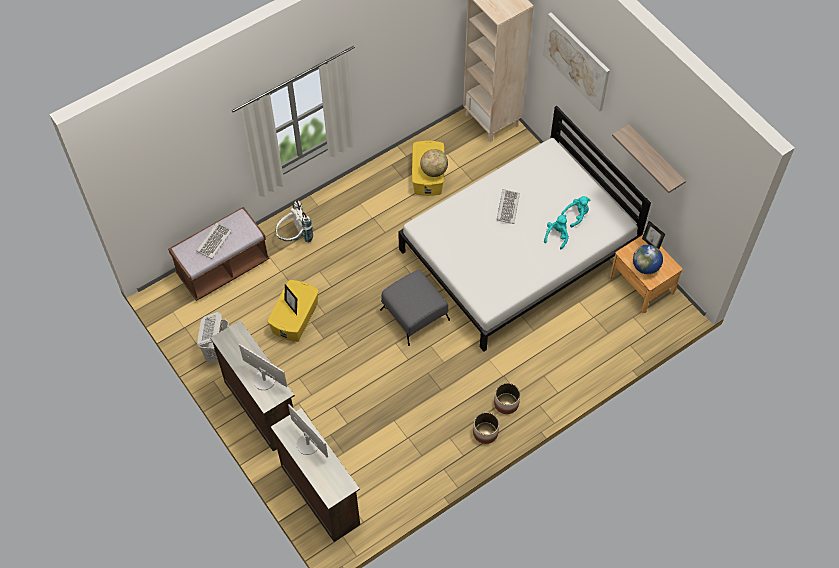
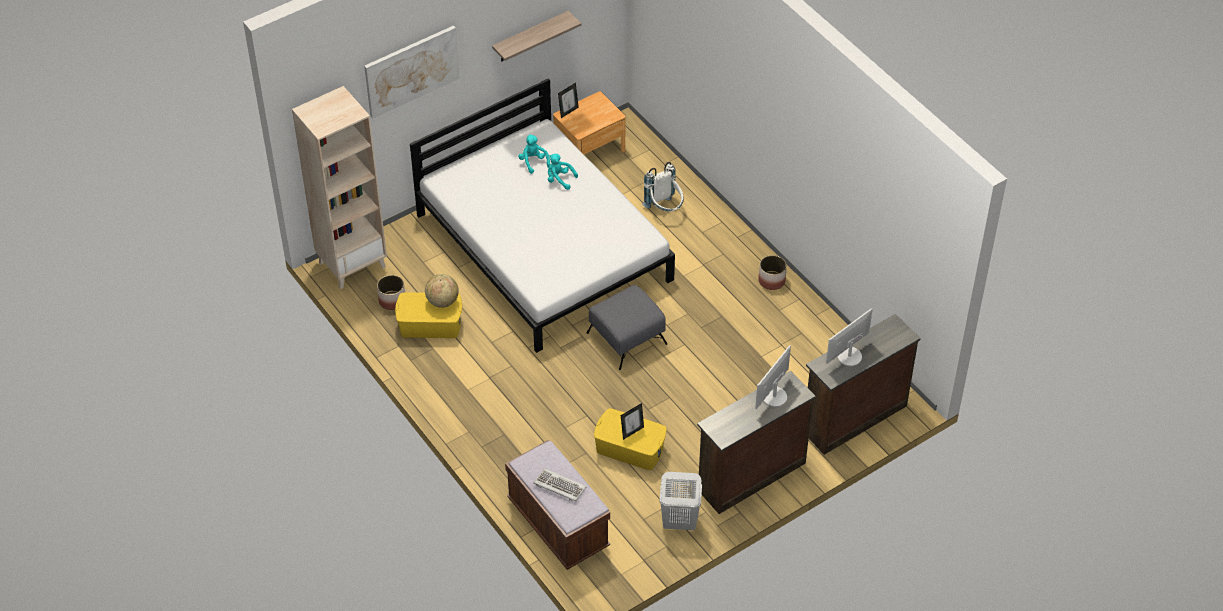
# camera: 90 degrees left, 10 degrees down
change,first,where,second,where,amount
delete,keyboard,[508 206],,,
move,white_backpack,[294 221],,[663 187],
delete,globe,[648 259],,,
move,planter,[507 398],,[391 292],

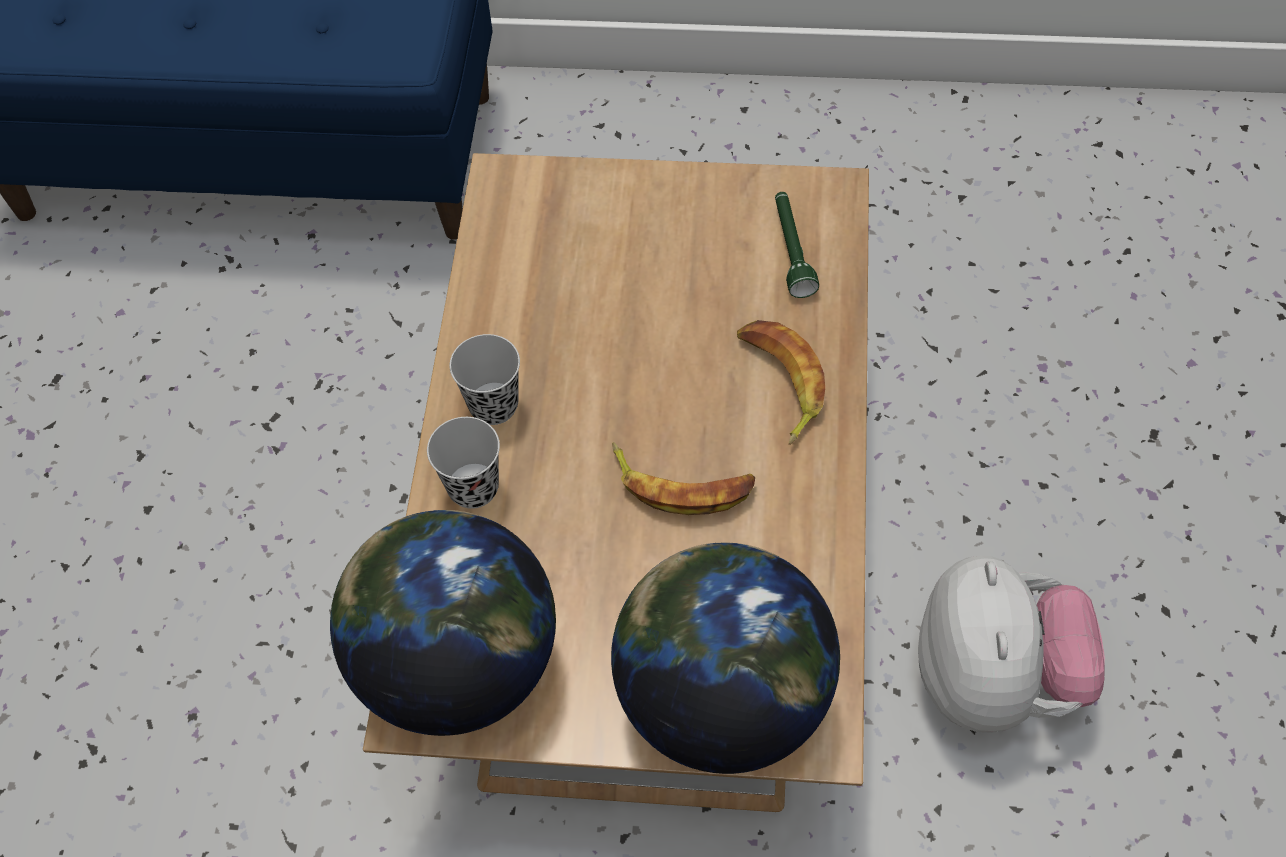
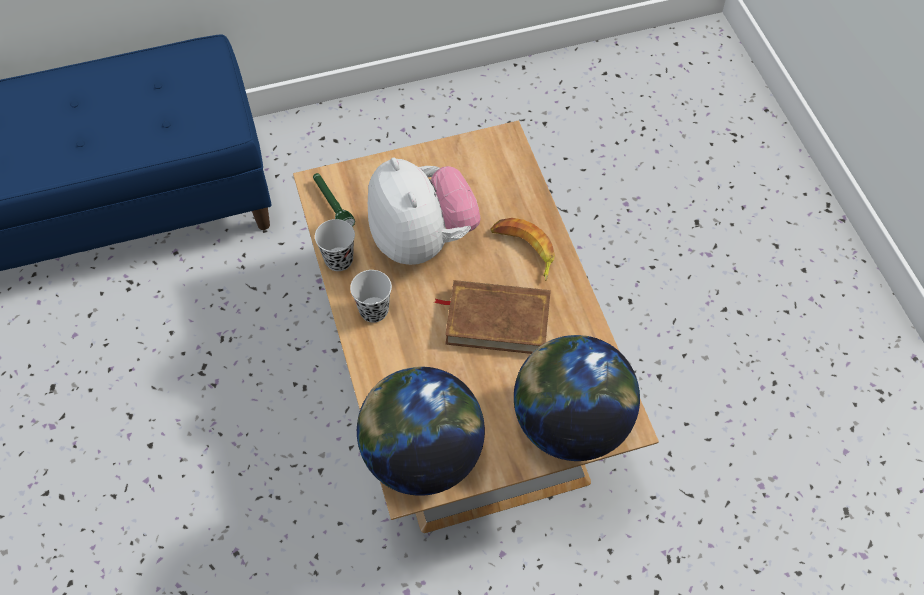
# camera: 25 degrees left, 0 degrees up
change,first,where,second,where,amount
move,green_flashlight,[797 245],,[334 200],
move,black_cup,[463 463],,[335 245],
replace,banana,[683 478],brown_book,[492 317],
move,plush_toy,[1011 644],,[424 211],

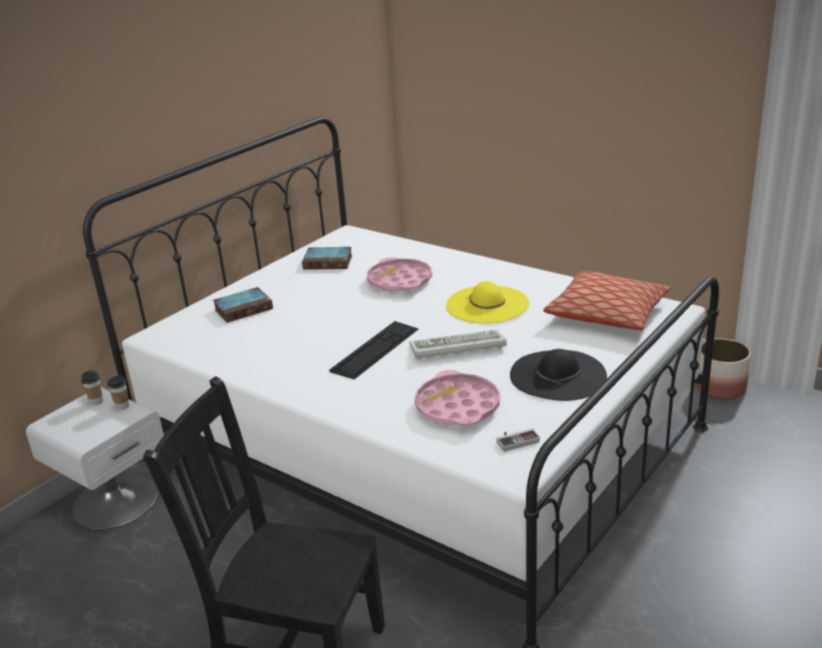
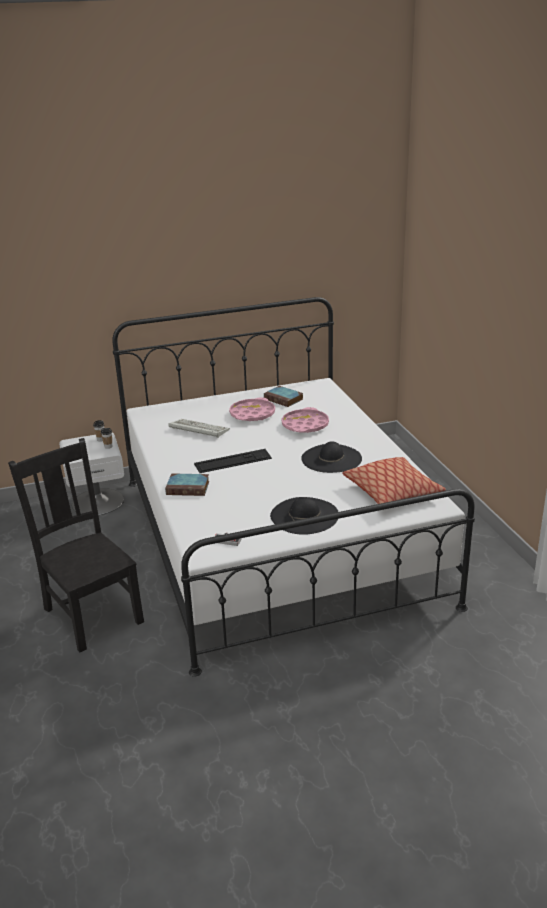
# camera: 35 degrees right, 0 degrees up
change,first,where,second,where,amount
recolor,yellow_hat,[487 302],black_hat,[331 457],
move,book,[243 305],,[187 484],
move,keyboard,[458 344],,[199 428],
delete,planter,[723 369],,,
move,pink_tray,[457 398],,[252 409],

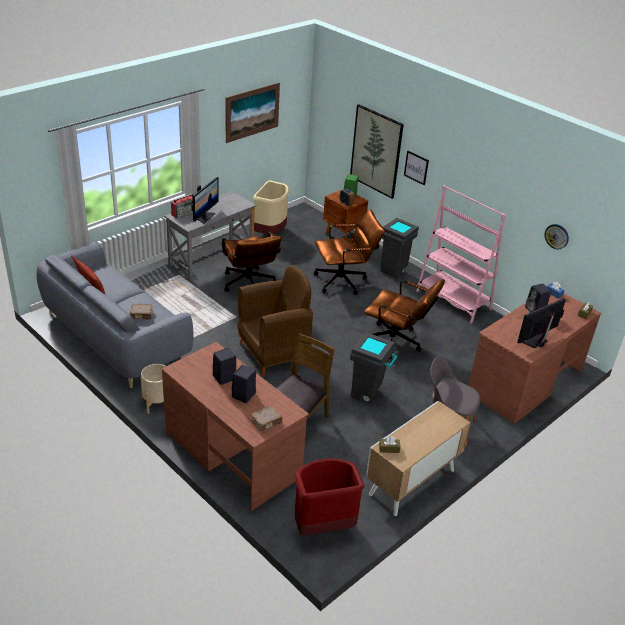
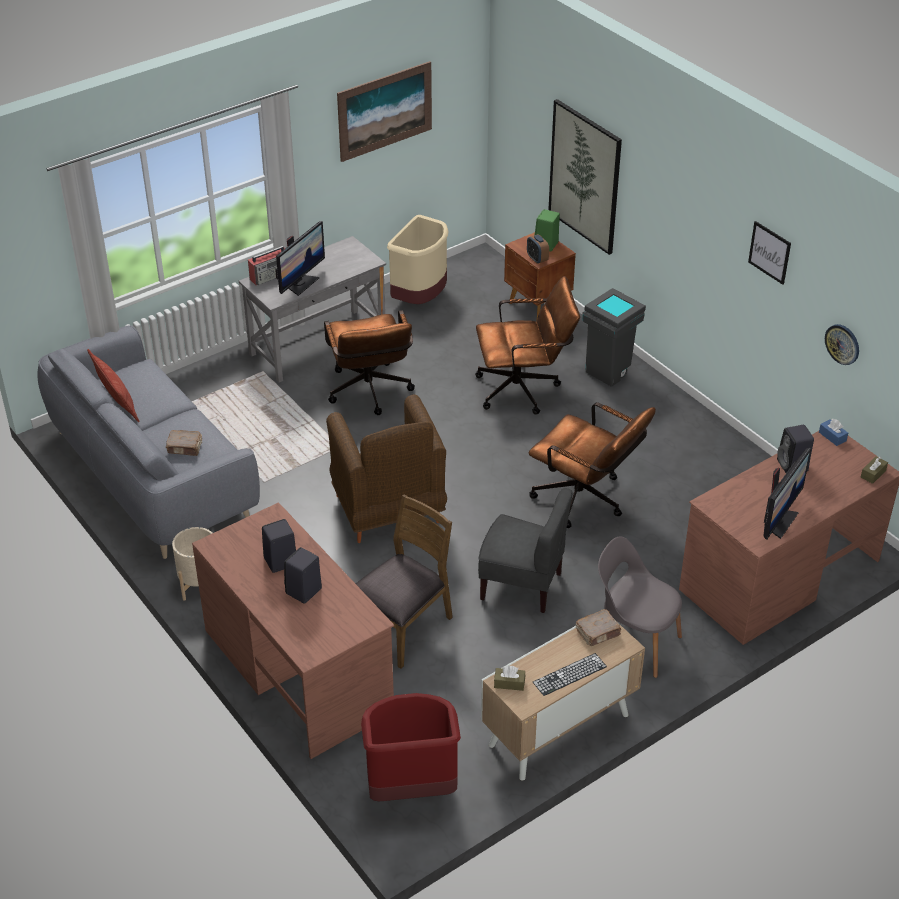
# camera: 10 degrees right, 5 degrees up
change,first,where,second,where,amount
move,picture,[416 168],,[769 253],
delete,pink_bookcase,[461 254],,,
rotate,brown_armchair,[275 320],,[386 468],90 degrees clockwise
rotate,monitor,[541 323],,[787 494],150 degrees clockwise
replace,grey_trash_can,[374 367],grey_chair,[525 550],
move,brown_book,[267 418],,[599 627],
insert,,,keyboard,[570 674],

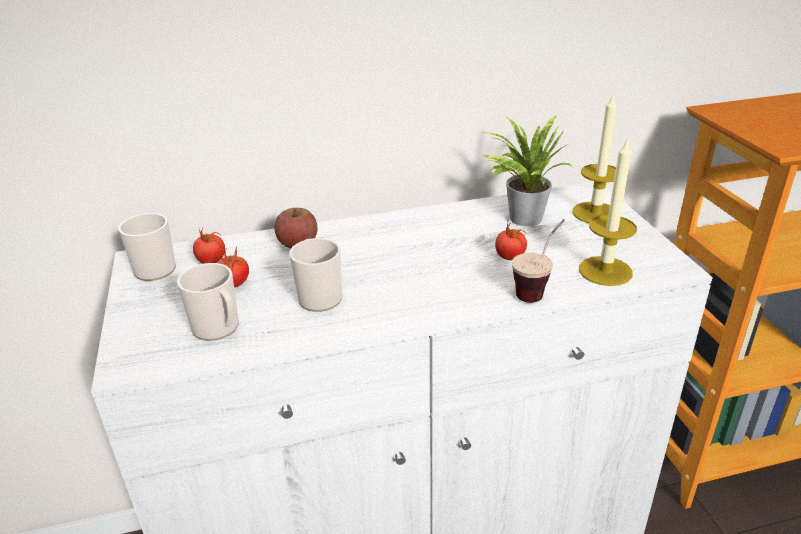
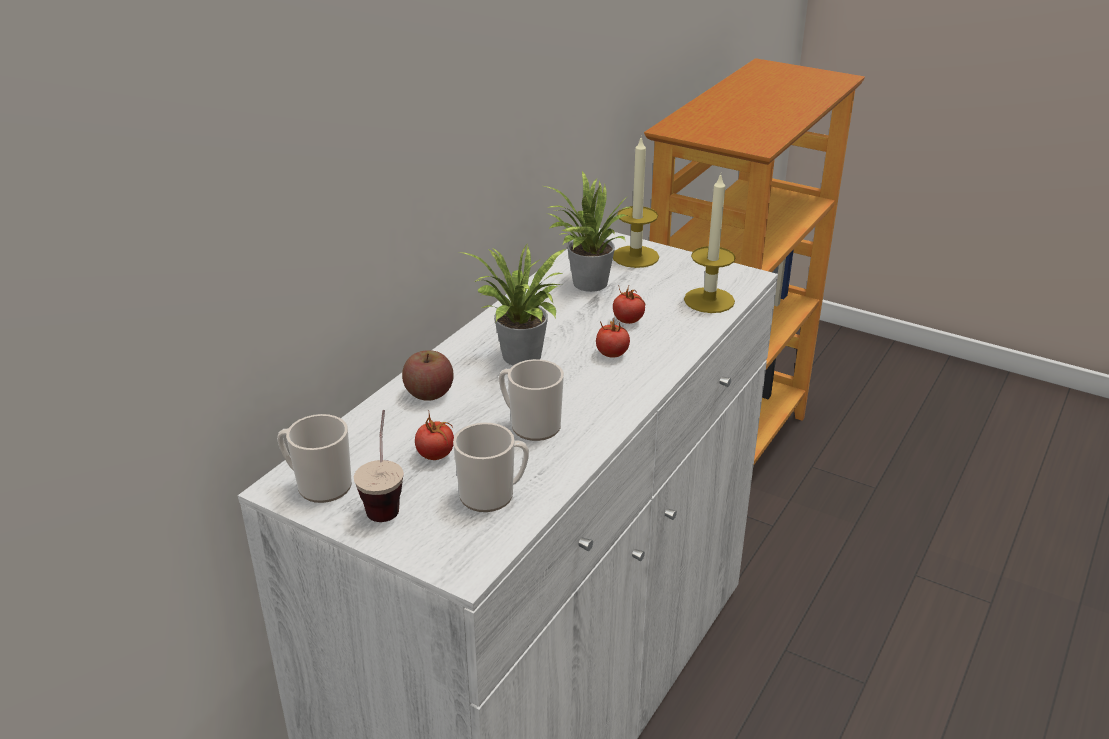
# camera: 45 degrees left, 0 degrees up
change,first,where,second,where,amount
move,cup,[538 261],,[379 466],
move,tomato,[209 245],,[613 338],
insert,,,potted_plant,[512 305],

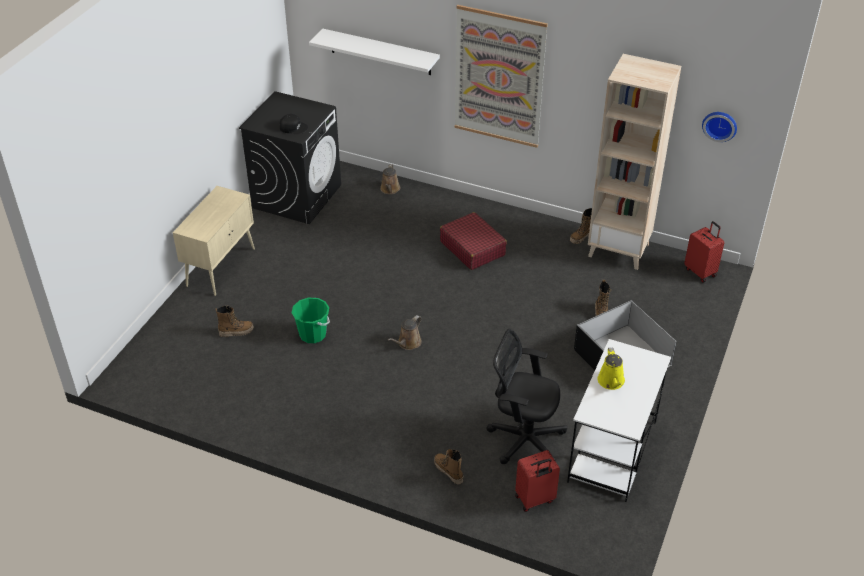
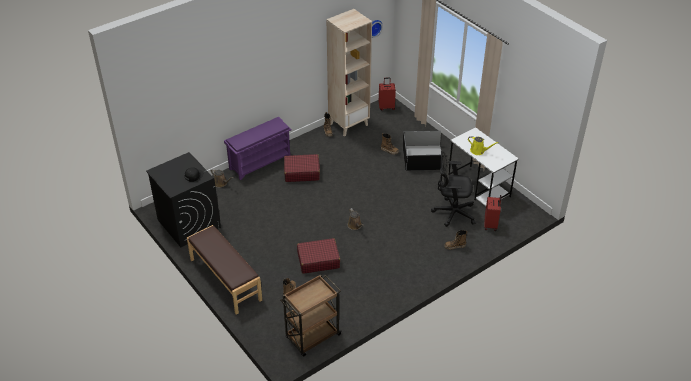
# camera: 60 degrees left, 0 degrees up
change,first,where,second,where,amount
delete,picture,[501 76],,,
delete,white_shelf,[374 52],,,
replace,beige_cabinet,[214 241],brown_bench,[224 270],
replace,green_bucket,[311 320],red_suitcase,[318 256],
rotate,black_office_chair,[527 396],,[453 189],45 degrees clockwise
insert,,,purple_shoe_rack,[258 148],
insert,,,brown_cart,[311 315],

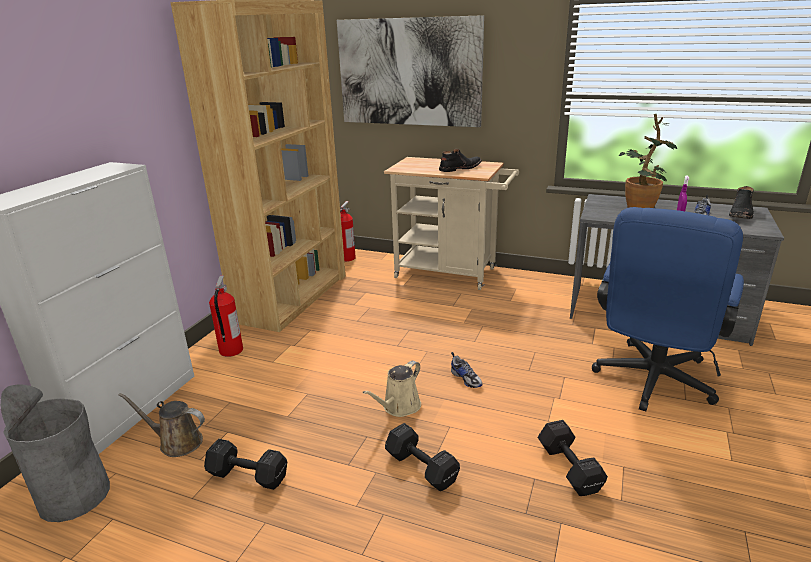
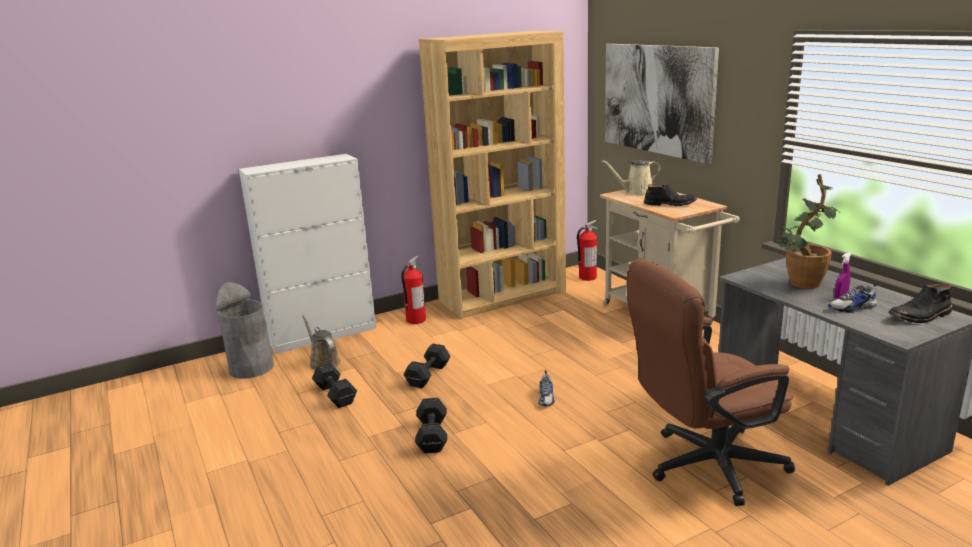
# camera: 40 degrees right, 5 degrees down
change,first,where,second,where,amount
recolor,blue_office_chair,[668 309],brown_office_chair,[711 382],
move,beige_watering_can,[391 389],,[631 177],
move,black_dumbbell,[573 458],,[427 366],

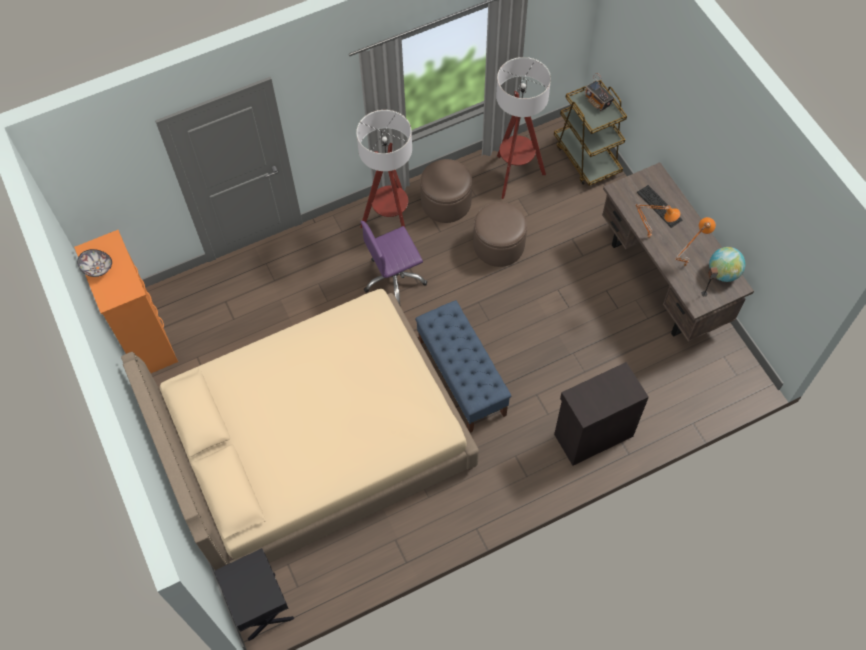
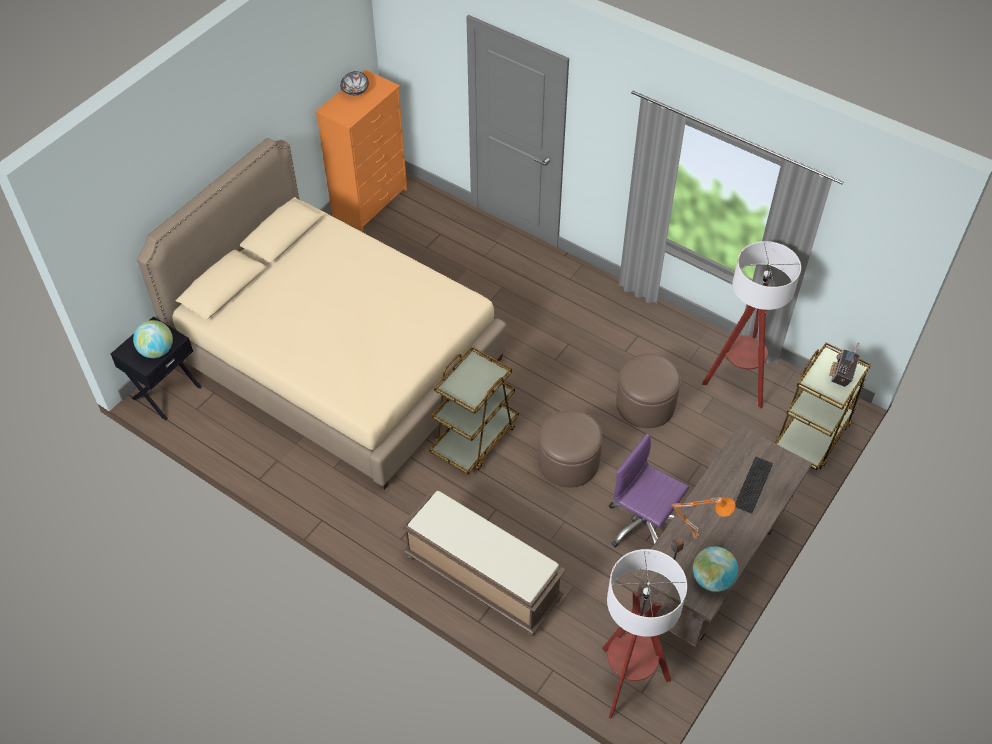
# camera: 60 degrees right, 10 degrees down
change,first,where,second,where,amount
move,floor_lamp,[384 169],,[644 634],
move,brown_ottoman,[446 191],,[570 449],
delete,orange_table_lamp,[657 221],,,
move,purple_office_chair,[394 264],,[649 490],
replace,blue_bench,[463 366],brown_cart,[474 411],
replace,black_cabinet,[601 414],brown_bench,[483 562],
insert,,,globe,[153 339],

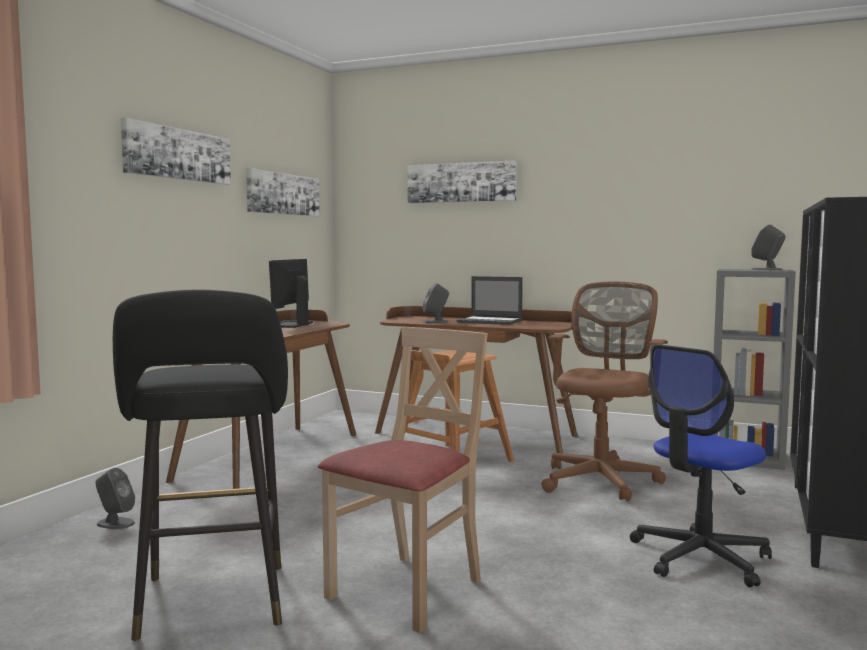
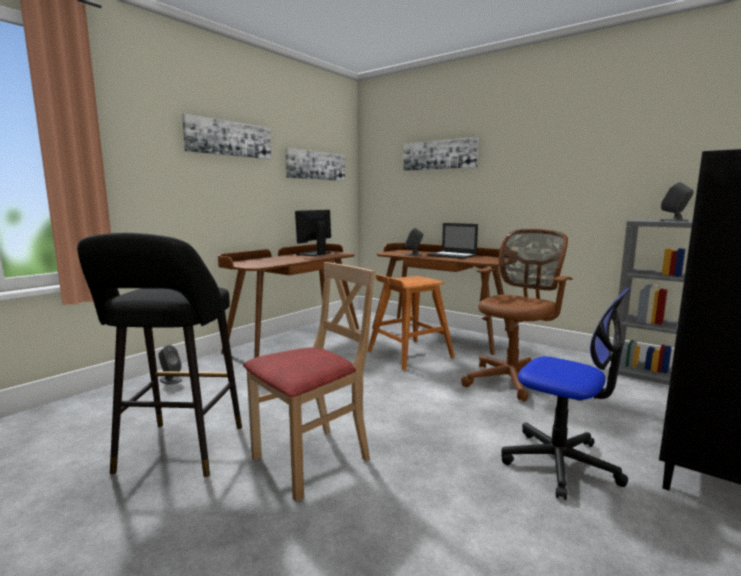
# camera: 15 degrees right, 5 degrees up
change,first,where,second,where,amount
rotate,office_chair,[701 465],,[565 393],120 degrees counterclockwise

